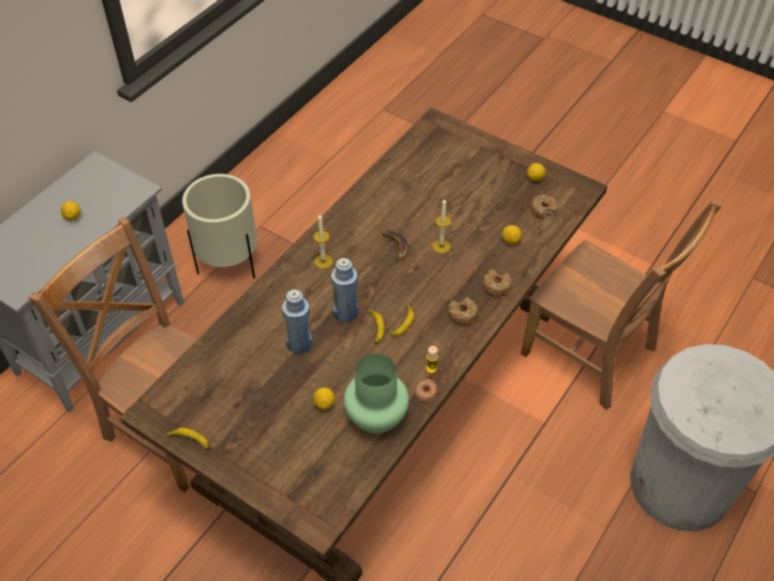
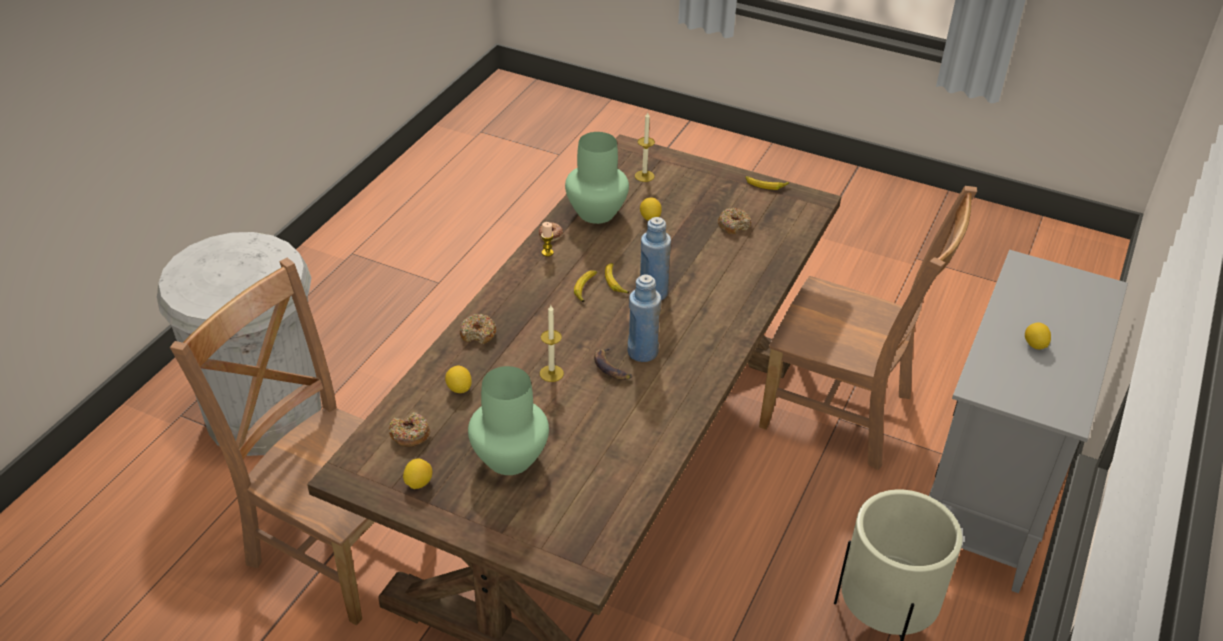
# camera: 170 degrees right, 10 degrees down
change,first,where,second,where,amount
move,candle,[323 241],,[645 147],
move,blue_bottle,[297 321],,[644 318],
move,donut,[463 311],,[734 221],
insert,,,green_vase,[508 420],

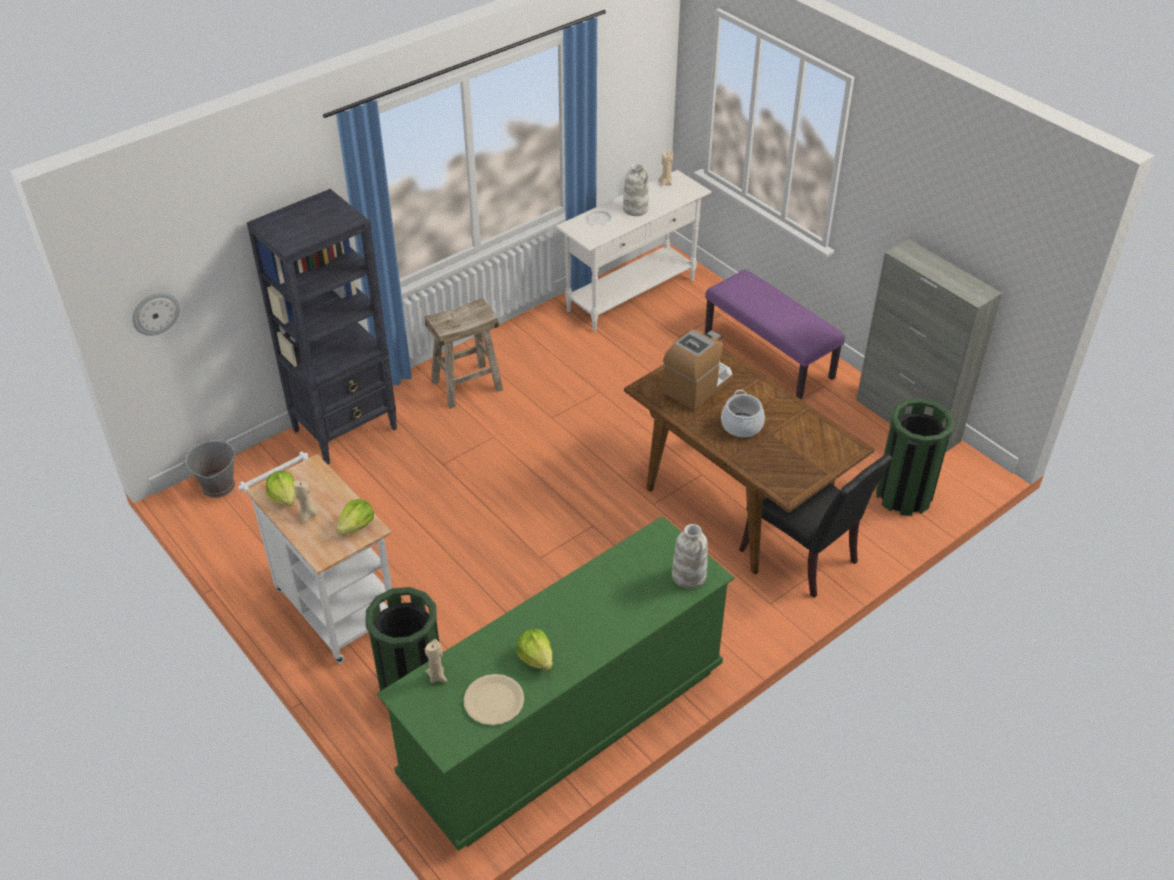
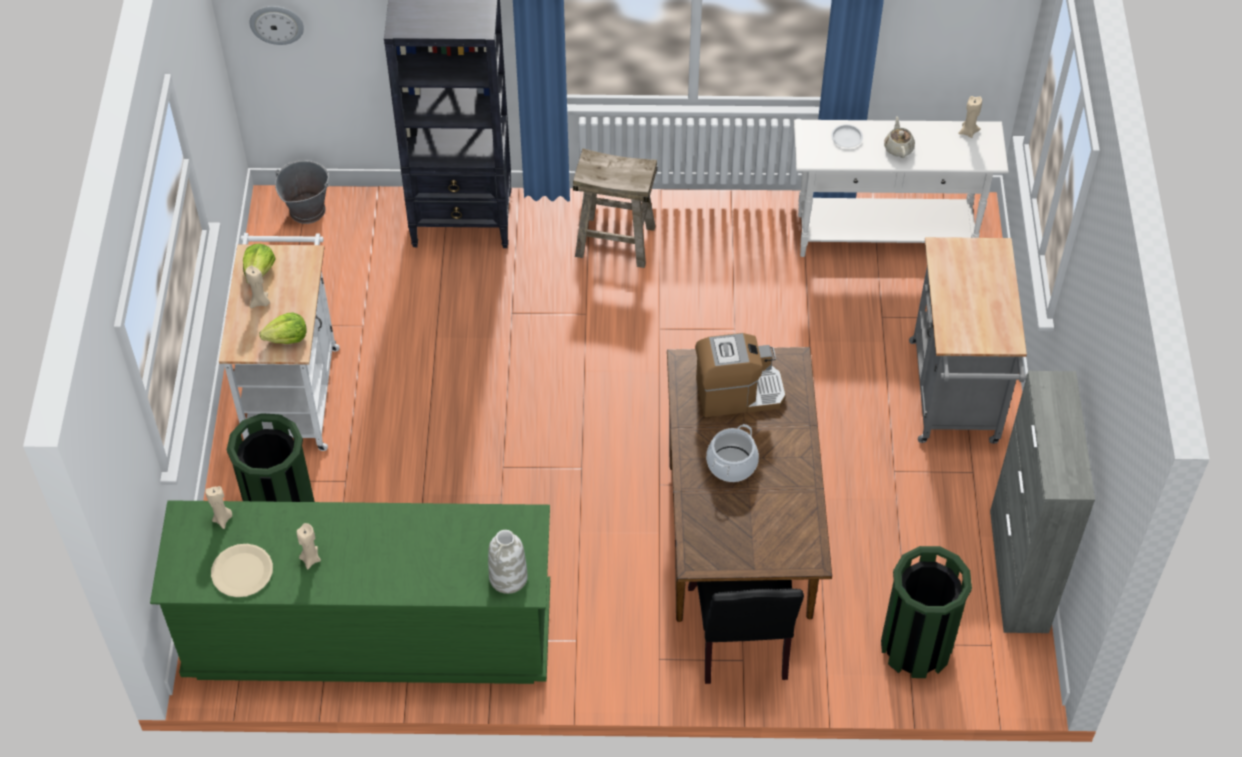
# camera: 40 degrees right, 10 degrees up
change,first,where,second,where,amount
replace,white_vase,[636 189],beige_teapot,[899 137],
replace,purple_bench,[775 334],grey_cart,[968 340],
replace,lettuce,[534 649],beige_candle,[309 546],

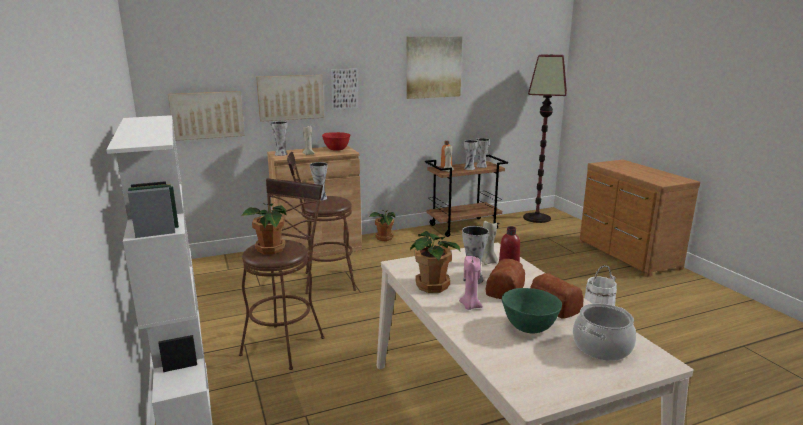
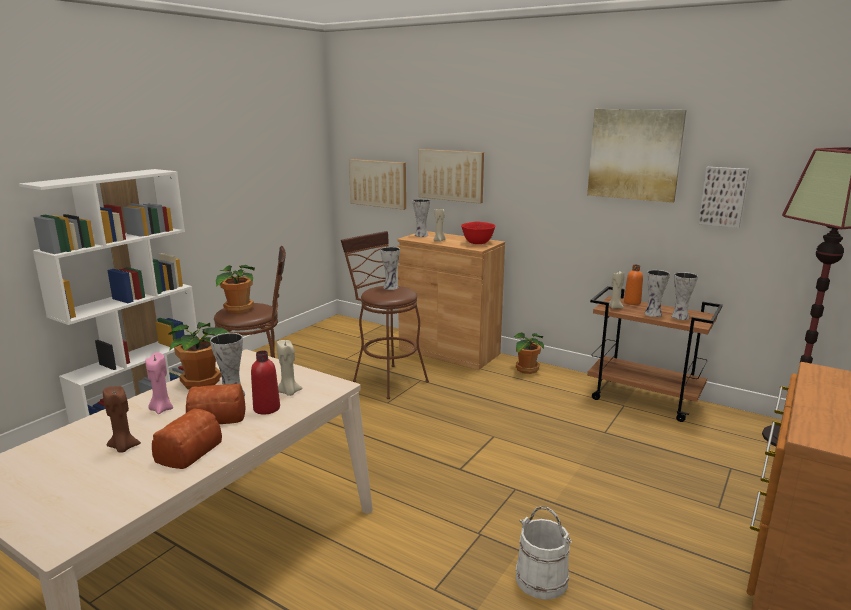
# camera: 55 degrees right, 0 degrees up
change,first,where,second,where,amount
move,picture,[344 89],,[723 197],
replace,green_bowl,[532 311],brown_candle,[122 419],
delete,cooking_pot,[604 332],,,

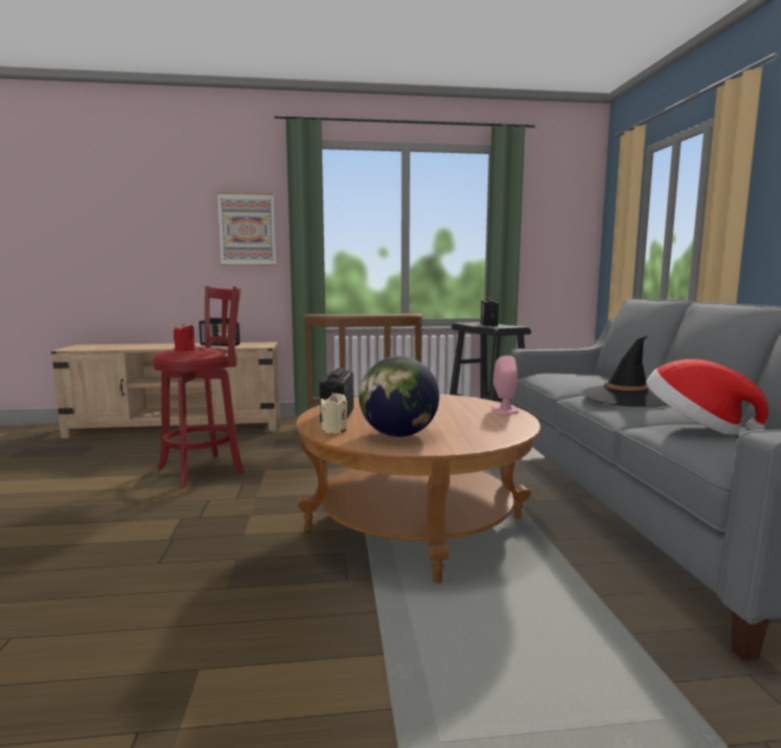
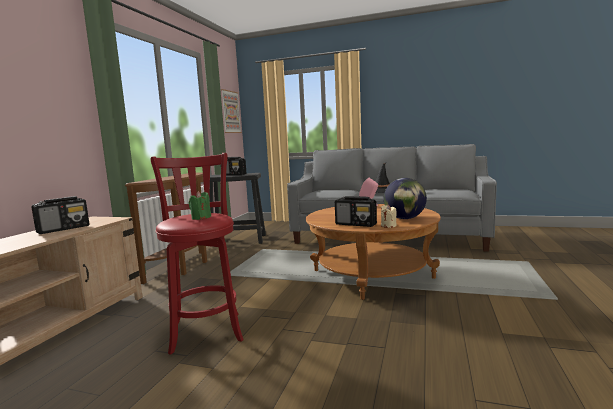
# camera: 65 degrees left, 0 degrees up
change,first,where,second,where,amount
move,picture,[246 229],,[231 111],
recolor,red_candle,[184 337],green_candle,[200 205],
delete,hat,[707 397],,,

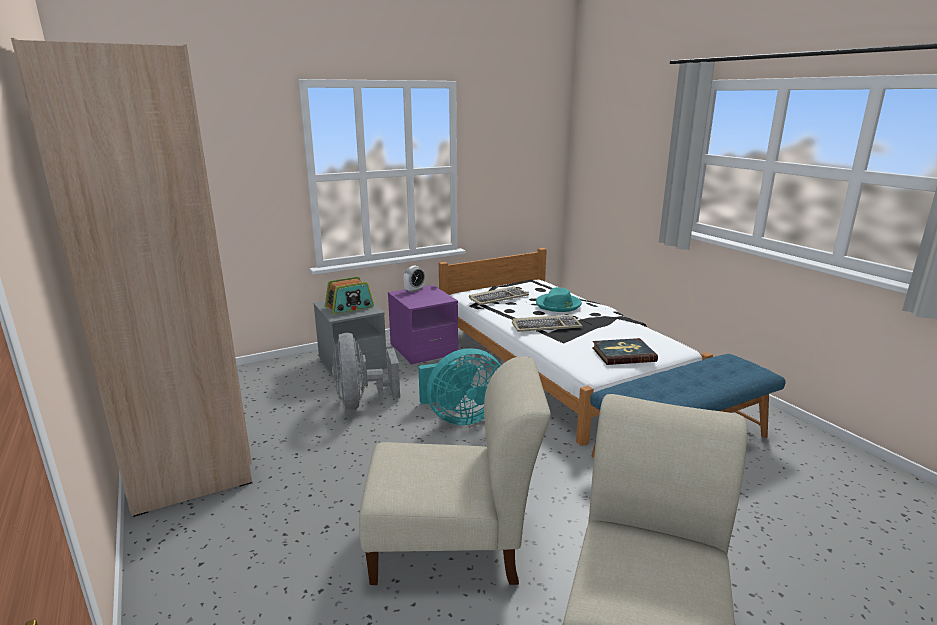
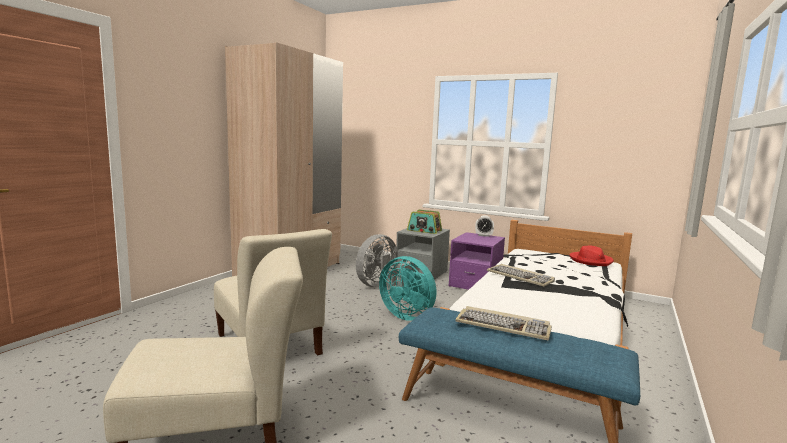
# camera: 55 degrees right, 10 degrees down
change,first,where,second,where,amount
move,keyboard,[499 295],,[503 323],
delete,turquoise_hat,[559 299],,,
delete,book,[625 351],,,
insert,,,red_hat,[591 256],

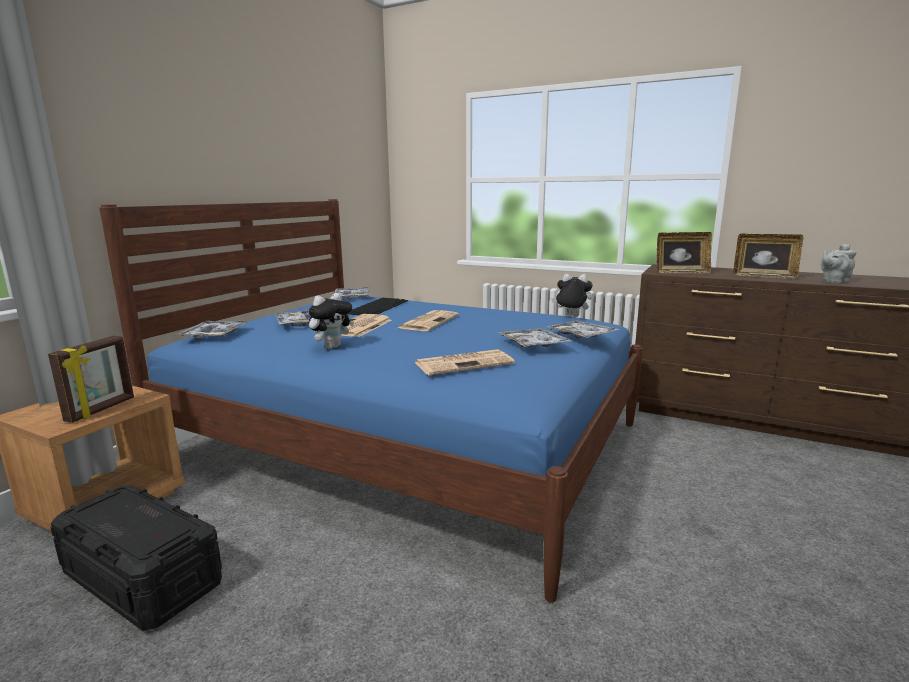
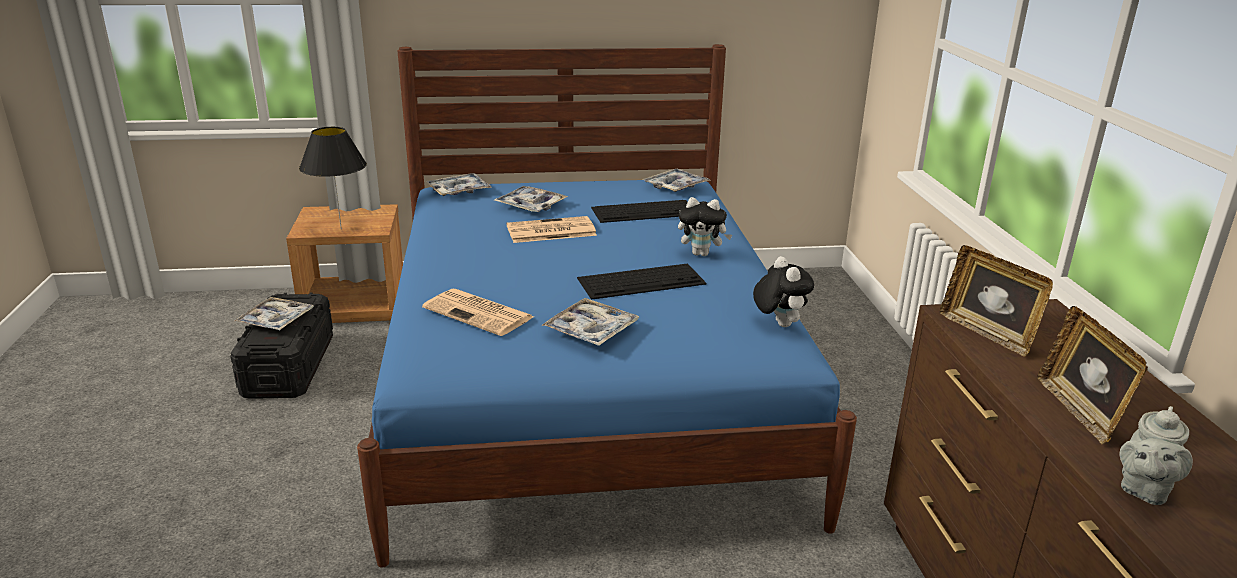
# camera: 55 degrees right, 10 degrees up
change,first,where,second,where,amount
rotate,grey_teapot,[838 264],,[1156 455],90 degrees counterclockwise
move,plush_toy,[331 321],,[705 226],
delete,newspaper,[428 320],,,
move,tray,[583 330],,[274 313],
replace,picture_frame,[91 379],black_table_lamp,[333 178],
insert,,,keyboard,[642 281],

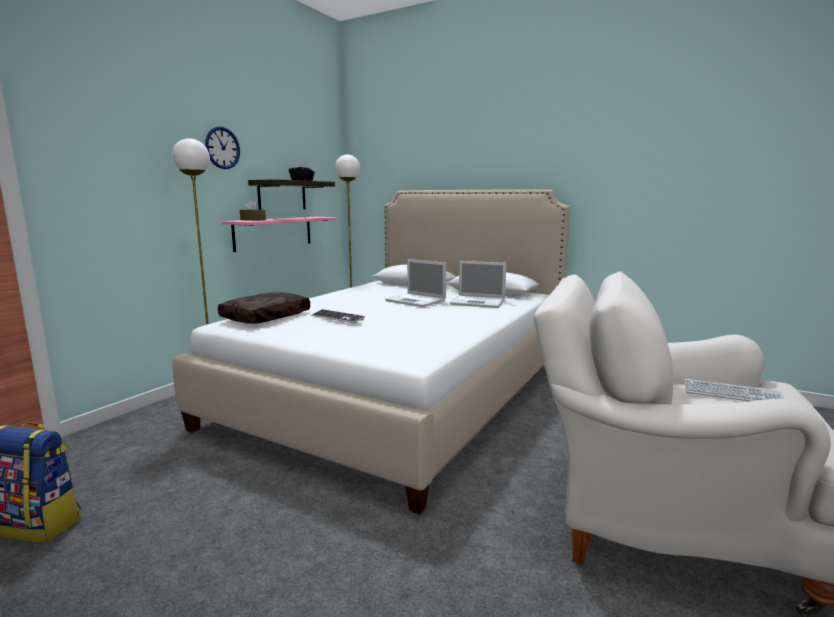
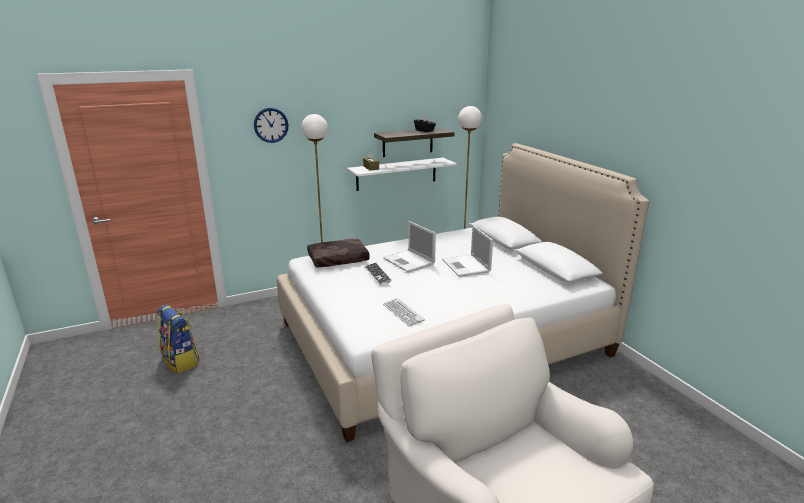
# camera: 35 degrees right, 10 degrees up
change,first,where,second,where,amount
move,wall_clock,[222 148],,[271 125],
recolor,pink_shelf,[279 234],white_shelf,[402 174],
move,laptop,[478 284],,[409 247],
move,keyboard,[734 390],,[404 312],

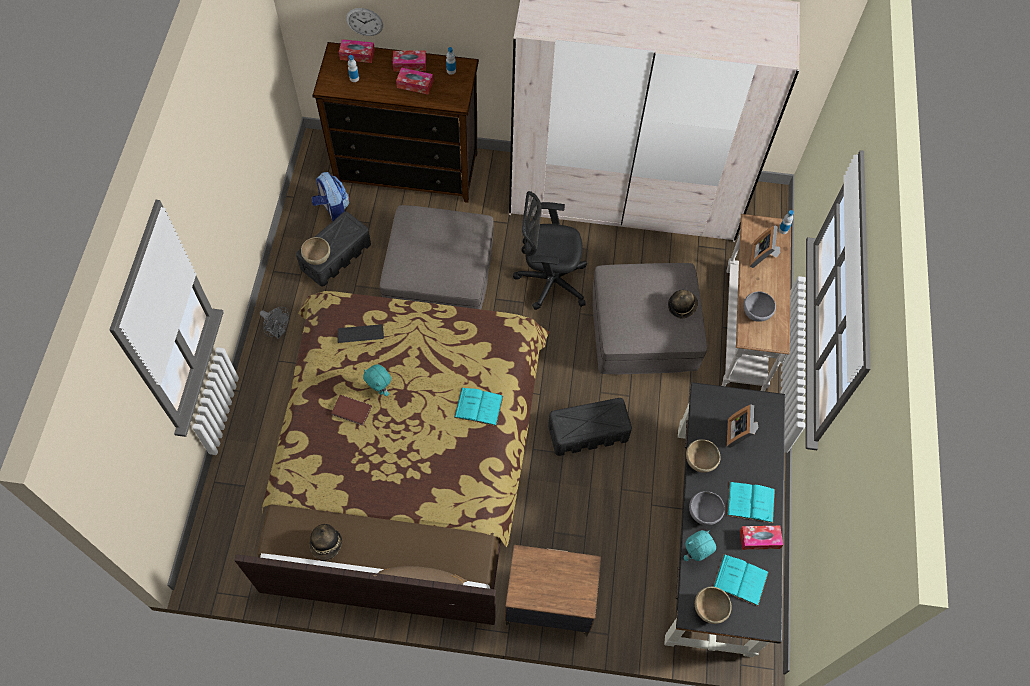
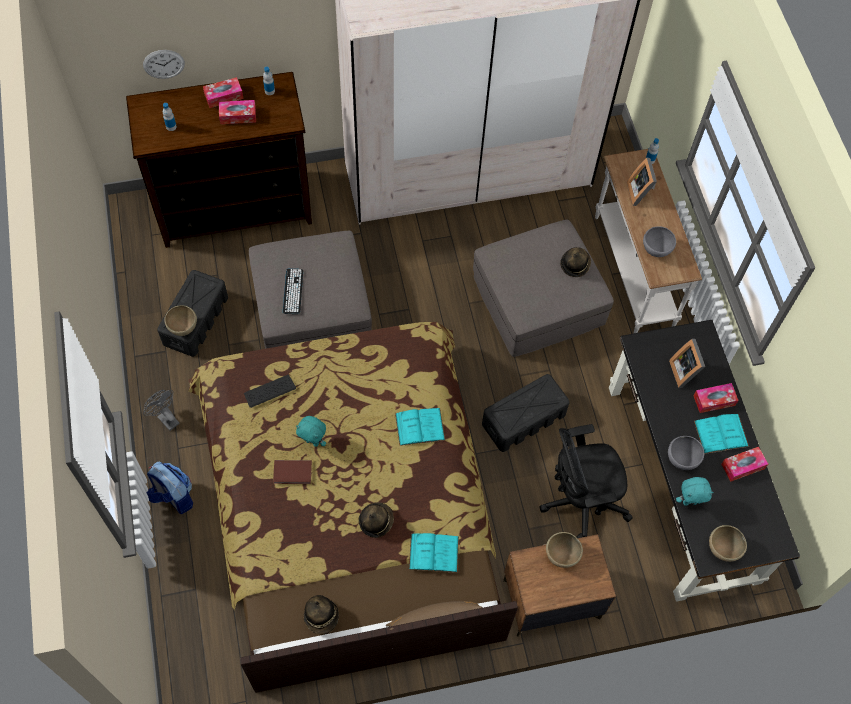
# camera: 20 degrees left, 0 degrees up
change,first,where,second,where,amount
move,tissue_box,[357 51],,[716 398],
move,backpack,[330 197],,[170 487],
move,black_office_chair,[550 250],,[586 481],
rotate,grey_fan,[274 323],,[161 410],150 degrees counterclockwise
move,brown_bowl,[703 456],,[564 550],
rotate,turquoise_plush_toy,[700 545],,[695 491],135 degrees counterclockwise
move,turquoise_book,[741 580],,[434 553],
insert,,,keyboard,[293 291],
insert,,,hat,[376 520],

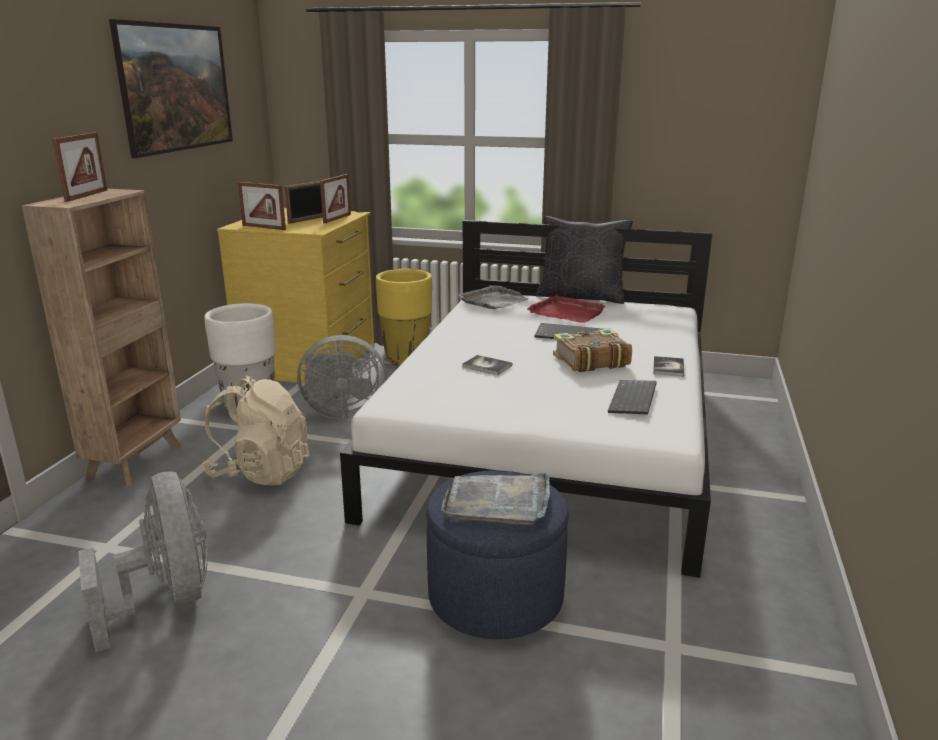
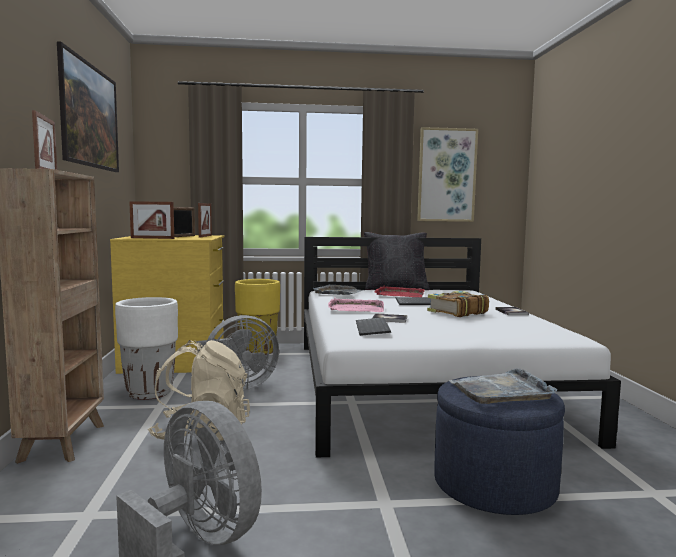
# camera: 20 degrees left, 15 degrees down
change,first,where,second,where,amount
move,keyboard,[632 397],,[373 326],
insert,,,picture,[447 174],
insert,,,pink_tray,[356 305],

